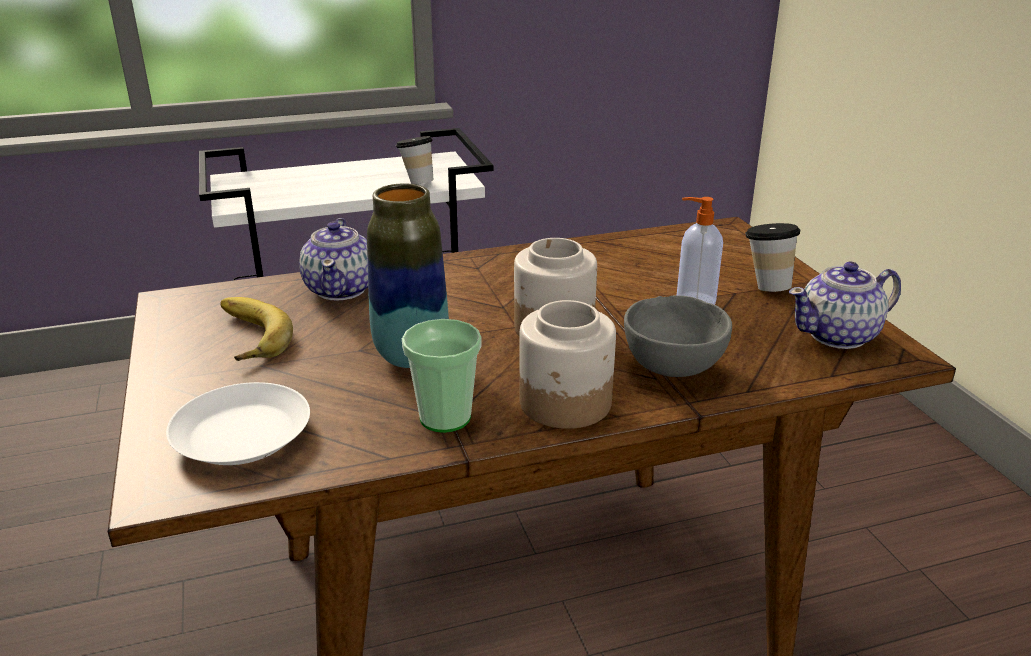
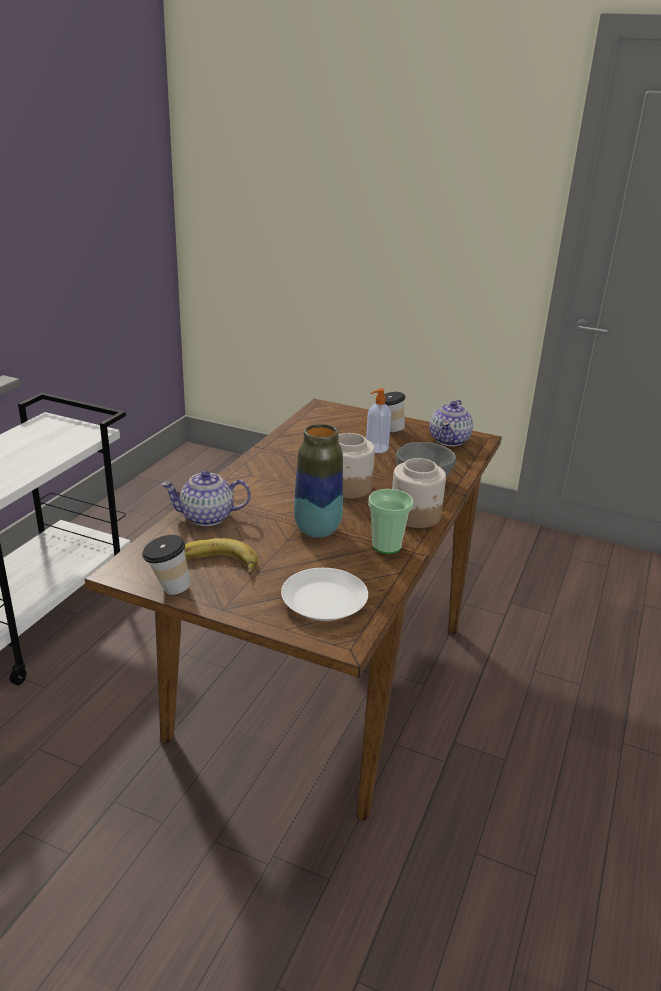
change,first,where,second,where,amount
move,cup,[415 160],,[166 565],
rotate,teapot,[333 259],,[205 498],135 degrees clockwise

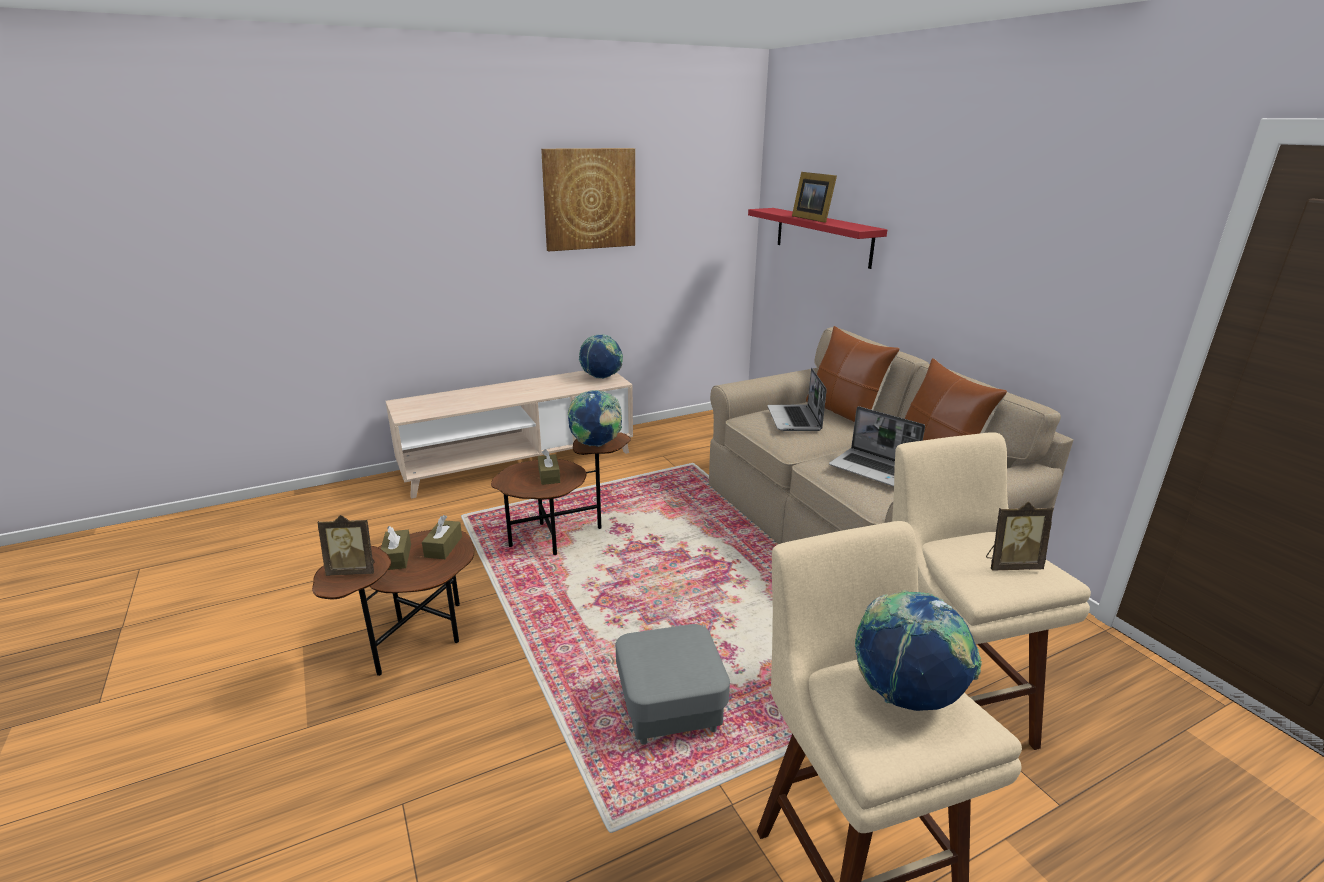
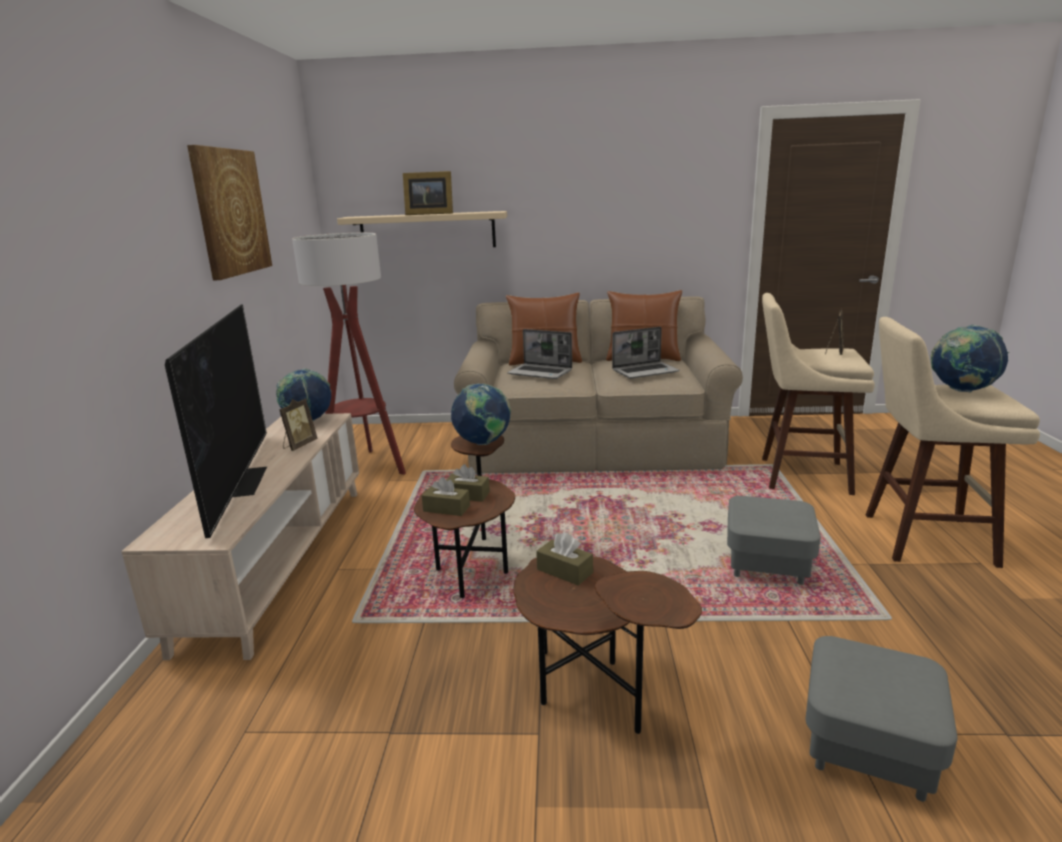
change,first,where,second,where,amount
recolor,shelf/red,[817 238],shelf/beige,[422 229],
move,picture frame,[346 545],,[298 425],
move,tissue box/brown,[396 548],,[446 496],
insert,,,floor lamp,[349 354],
insert,,,television,[216 421],
insert,,,ottoman/grey,[882 719],

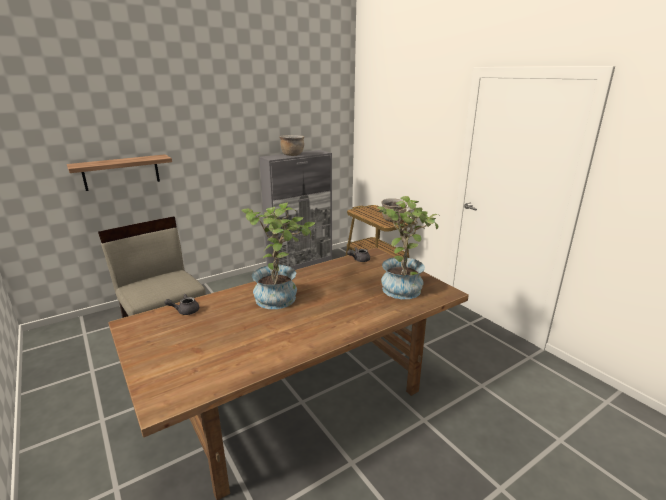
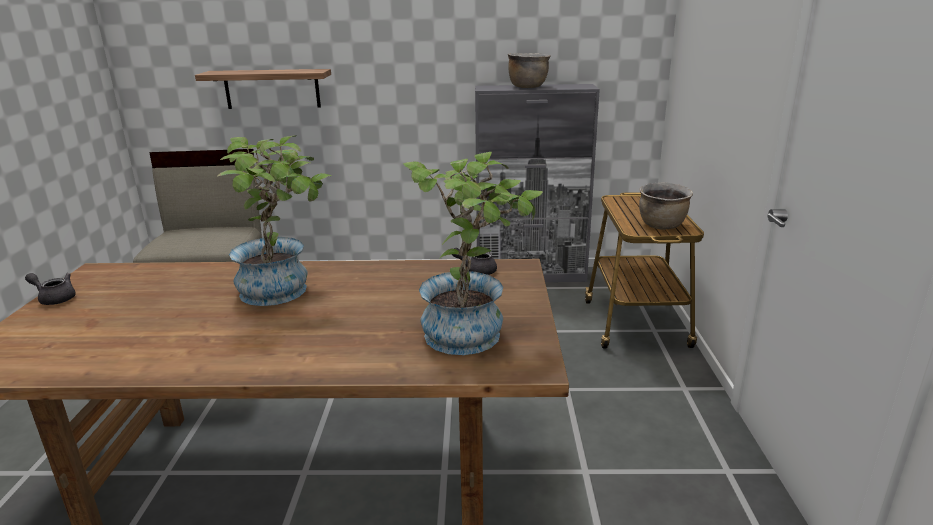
change,first,where,second,where,amount
move,teapot/grey,[181 304],,[50 289],

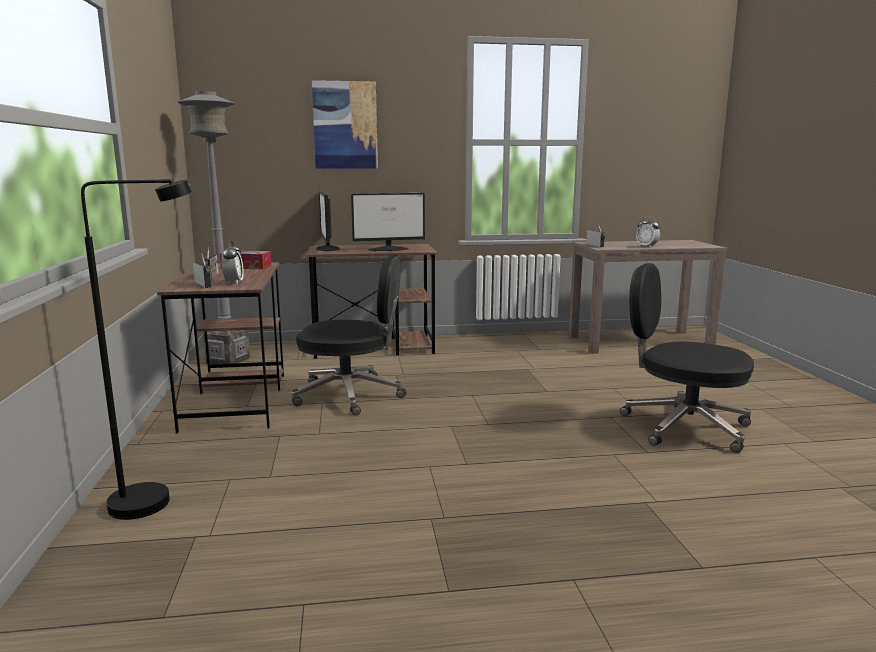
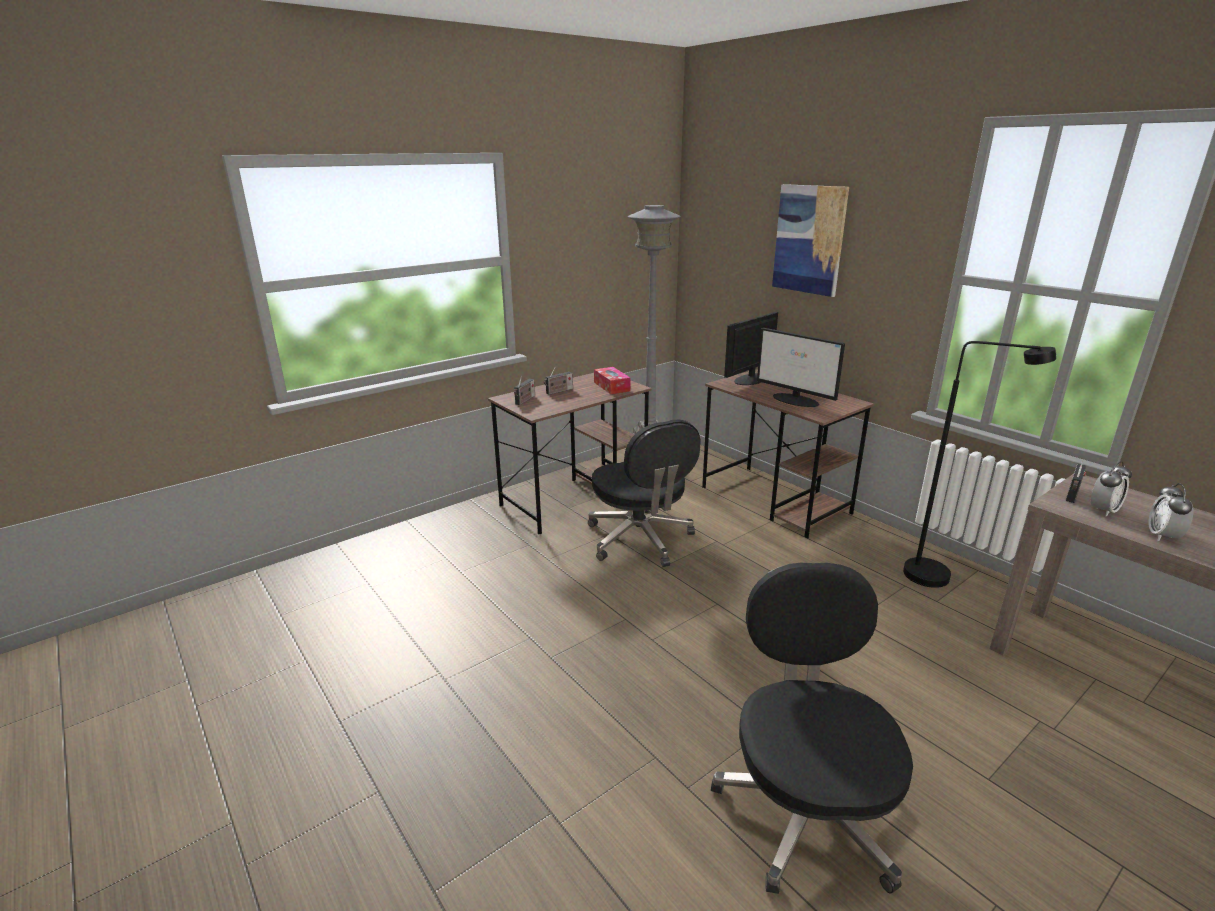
change,first,where,second,where,amount
move,floor lamp/black,[136 349],,[979 464],
move,alarm clock,[232 262],,[1111 489],

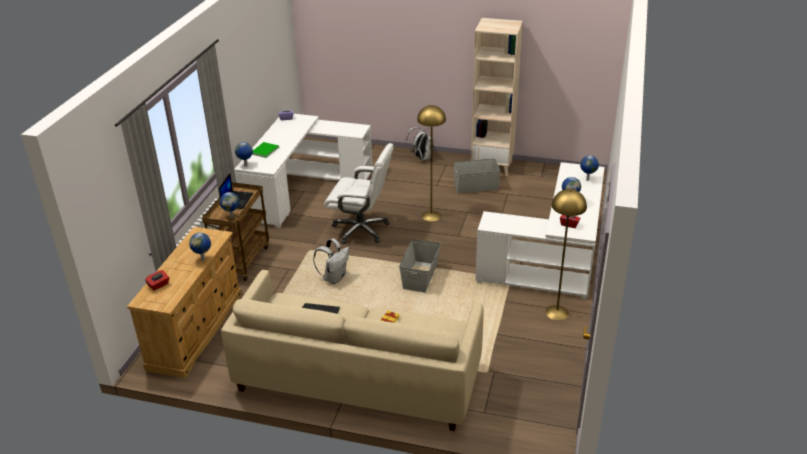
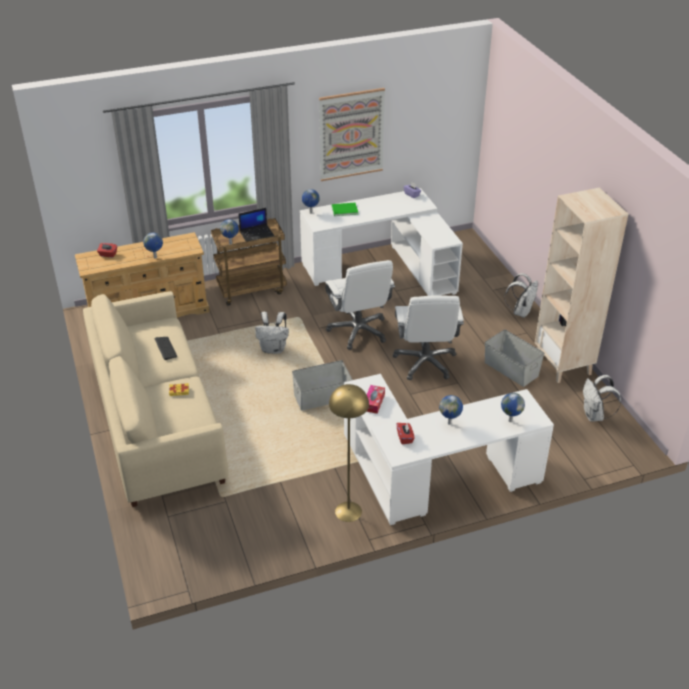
change,first,where,second,where,amount
replace,floor lamp/yellow,[431 163],office chair/white,[428 337],
insert,,,picture,[352 134],
insert,,,backpack/white,[602 398],
insert,,,tissue box,[375 399],

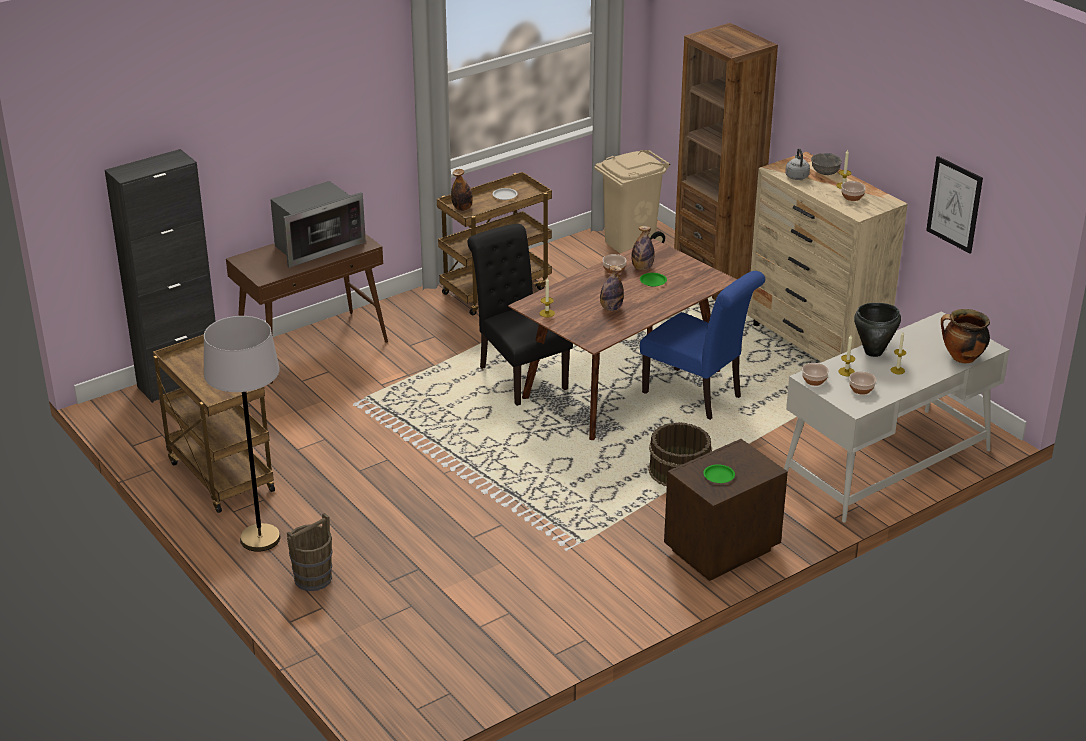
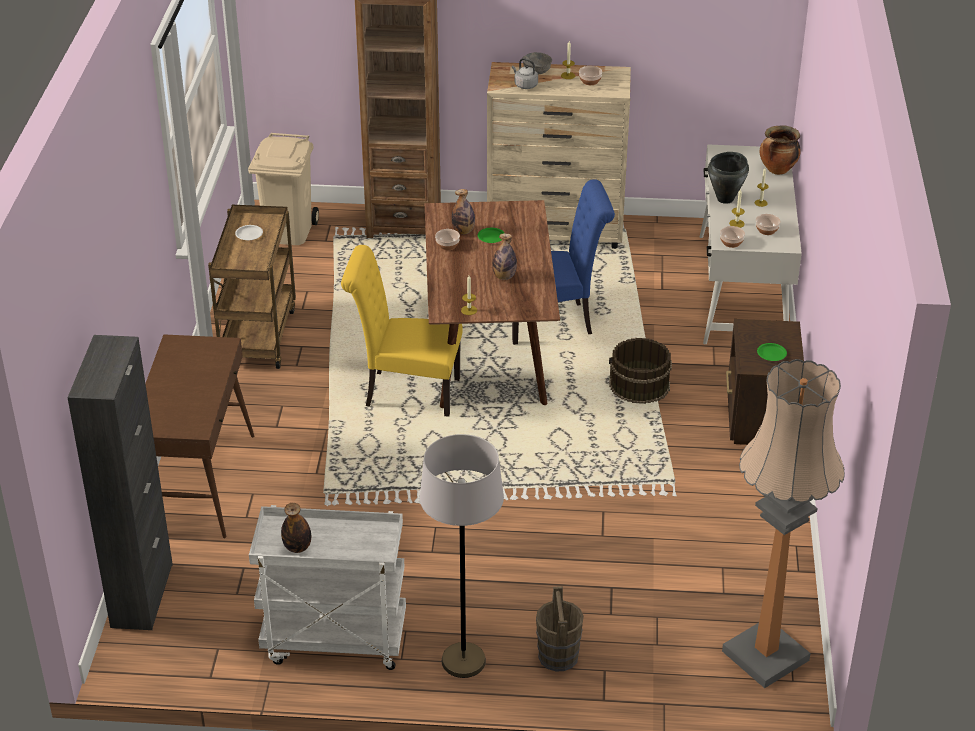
change,first,where,second,where,amount
delete,picture,[954 205],,,
move,bottle,[462 190],,[296 528],
delete,microwave,[318 224],,,
recolor,chair/black,[520 315],chair/yellow,[402 331],
recolor,cart/brown,[214 424],cart/white,[327 587],
insert,,,floor lamp,[783 523],

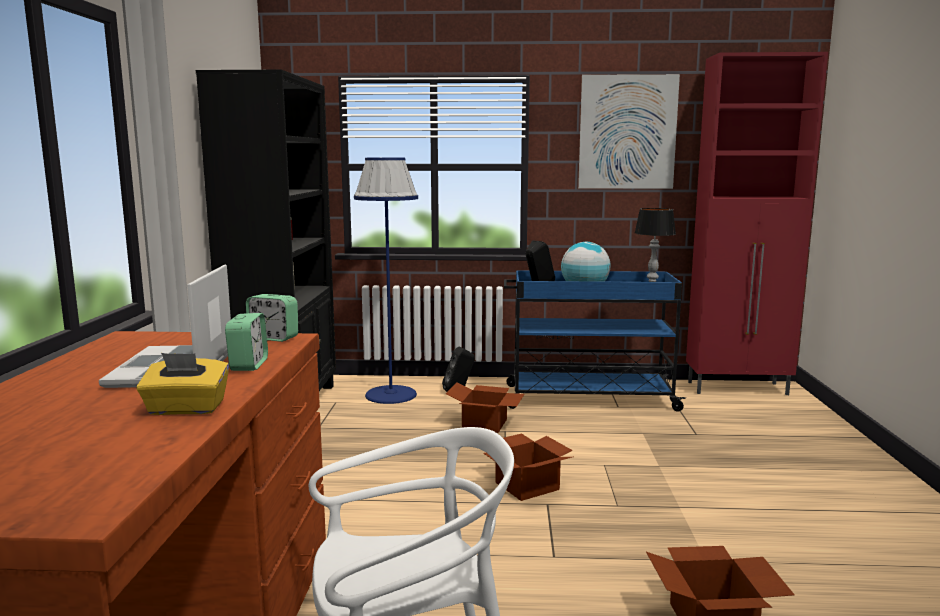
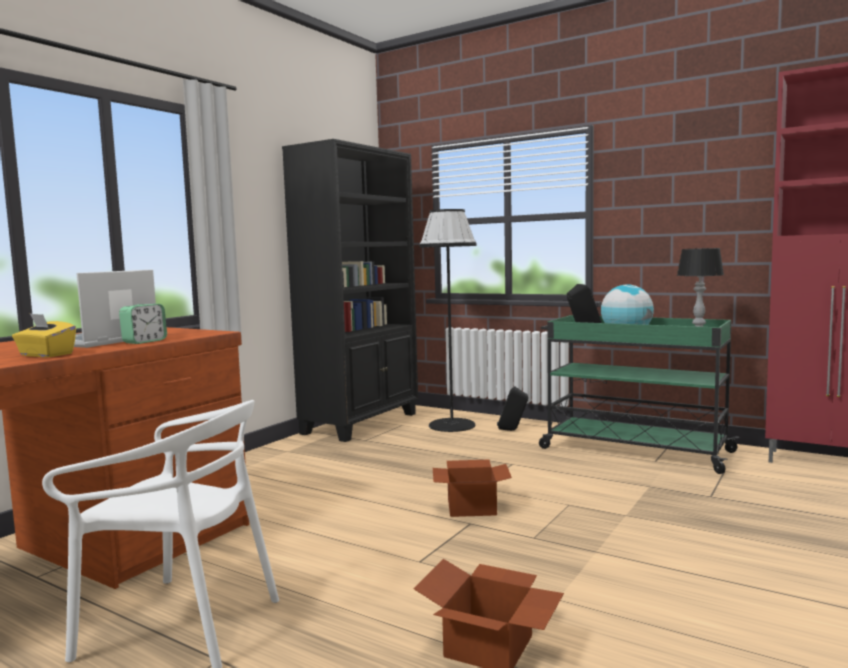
change,first,where,second,where,amount
delete,picture,[629 131],,,
recolor,floor lamp/blue,[386 281],floor lamp/black,[447 320],
recolor,cart/blue,[595 341],cart/green,[639 394],
delete,alarm clock,[272 318],,,
delete,cardboard box,[485 407],,,

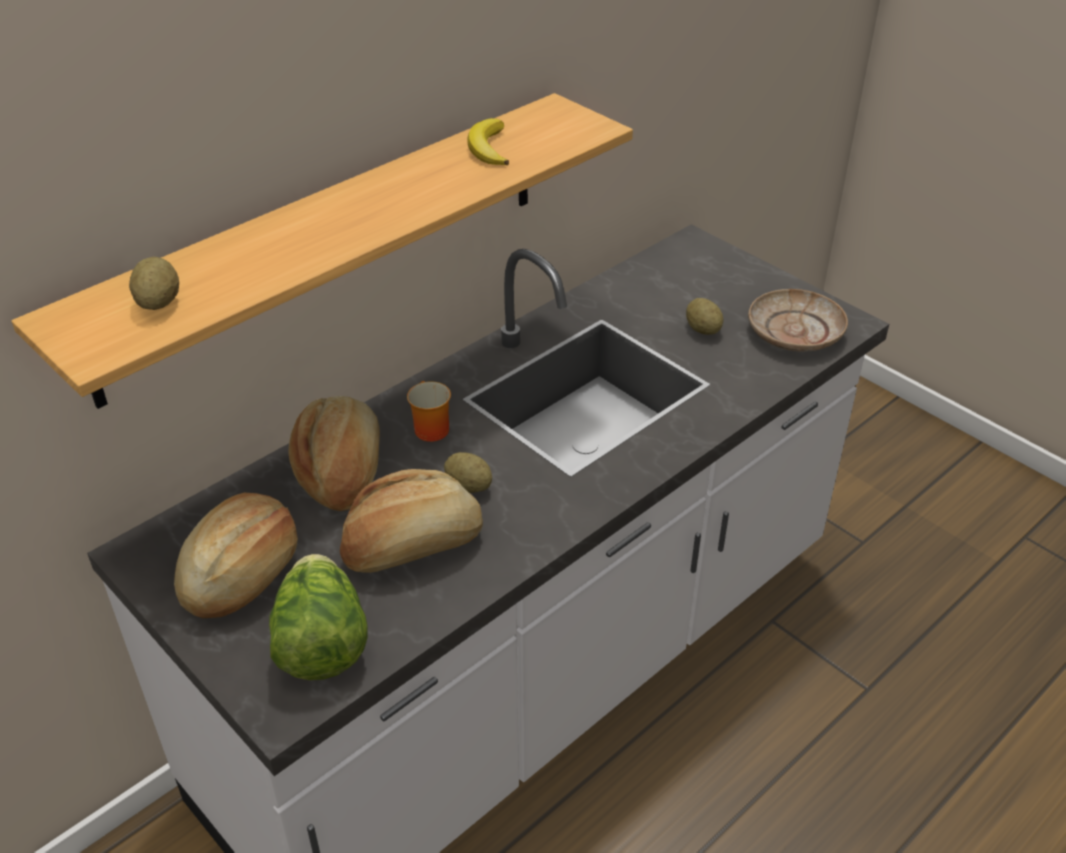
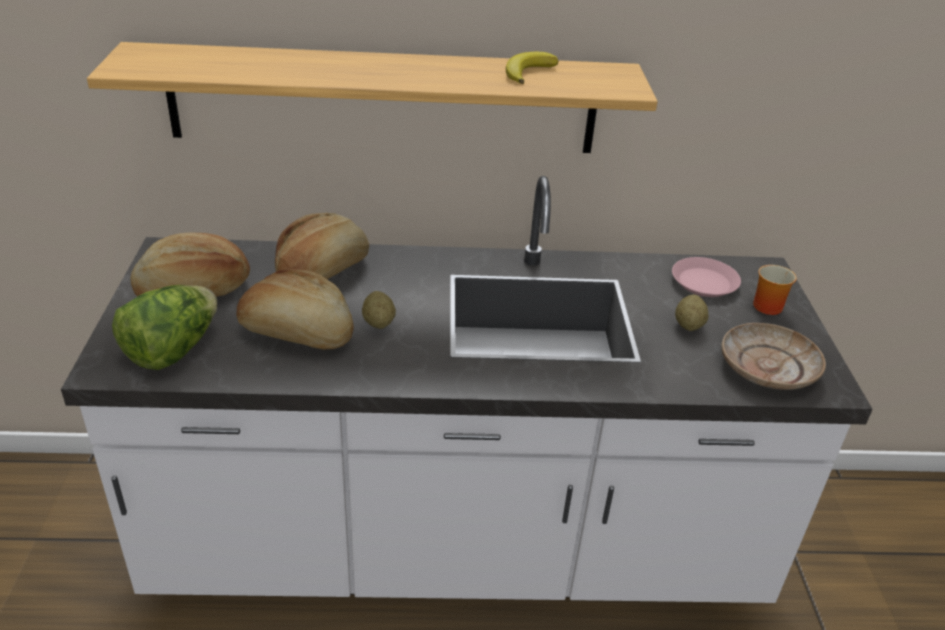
change,first,where,second,where,amount
delete,potato,[154 283],,,
move,mug,[429 411],,[775 290],
insert,,,plate/pink,[706 277],

